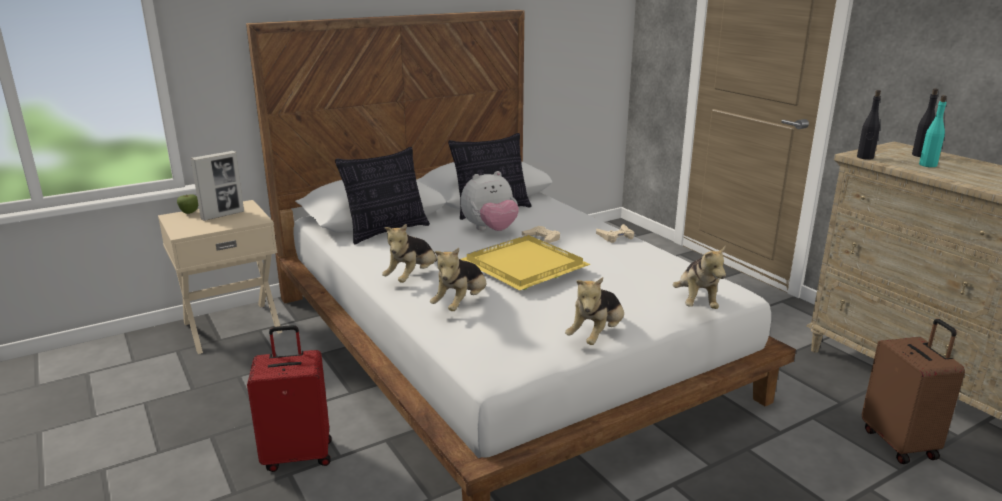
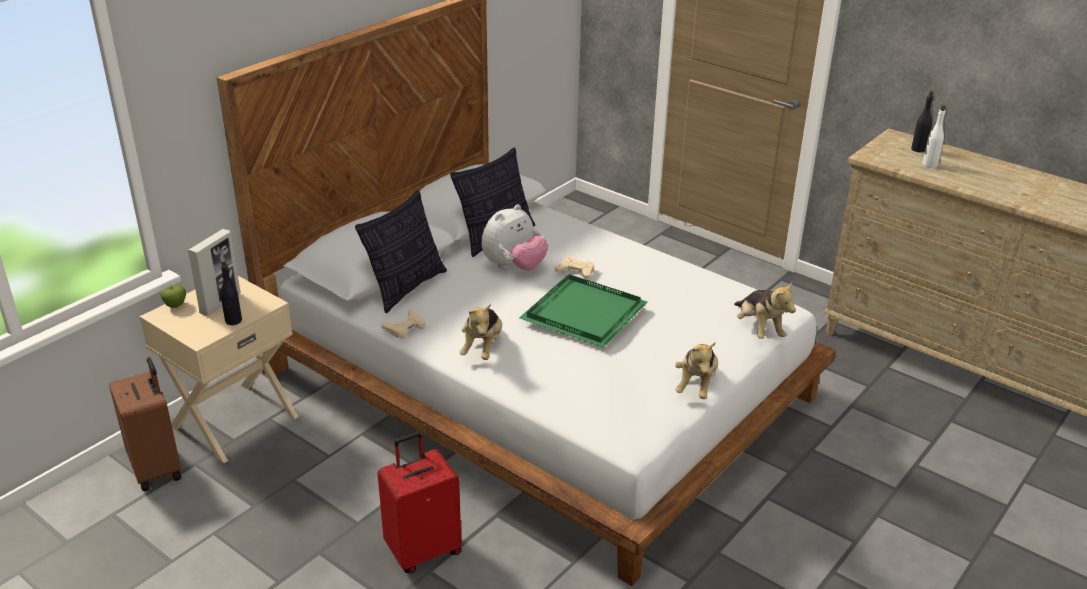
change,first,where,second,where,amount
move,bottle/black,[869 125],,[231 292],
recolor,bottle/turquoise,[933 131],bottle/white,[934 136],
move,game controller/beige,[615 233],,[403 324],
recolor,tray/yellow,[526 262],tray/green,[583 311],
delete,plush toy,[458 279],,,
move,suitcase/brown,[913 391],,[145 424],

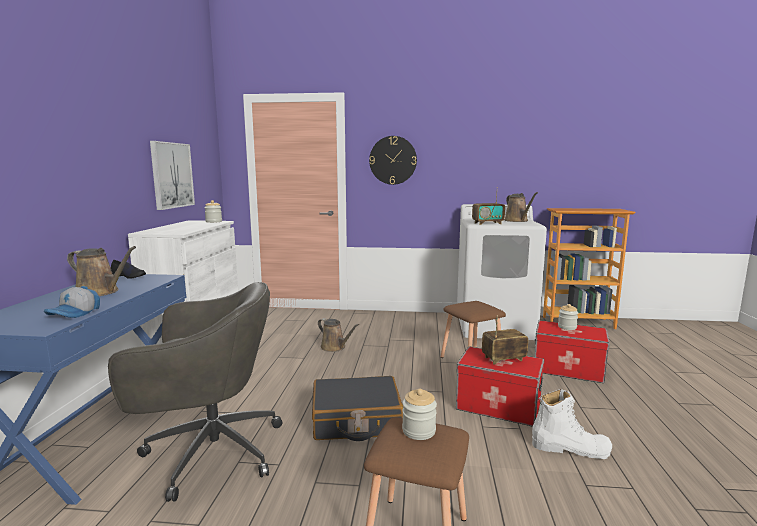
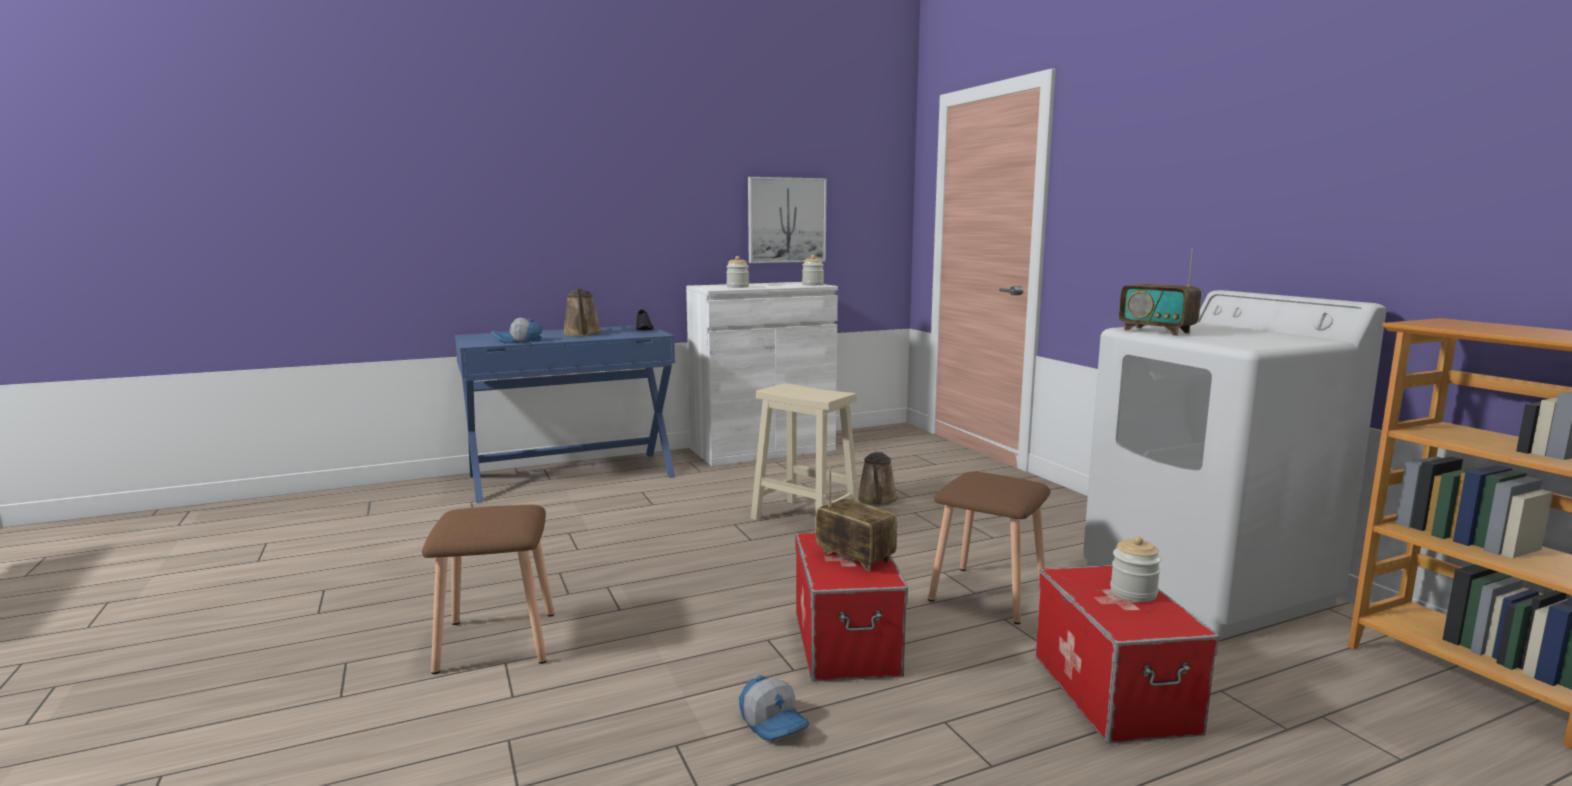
change,first,where,second,where,amount
delete,wall clock,[393 160],,,
delete,watering can/brown,[521 207],,,
delete,office chair/grey,[195 392],,,
delete,suitcase/black,[357 408],,,
move,jar,[419 414],,[737 272],
replace,boot/white,[572 424],cap,[774 708],
insert,,,stool/beige,[805 457],

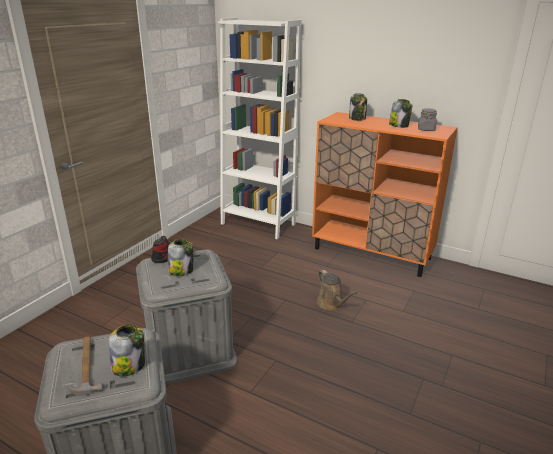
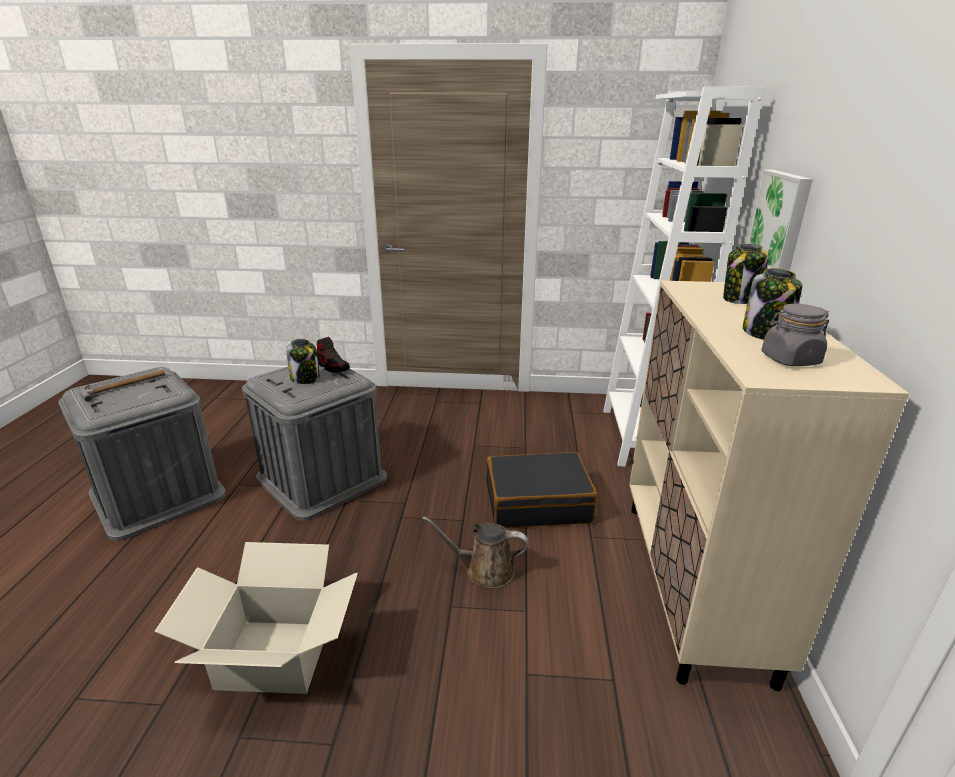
change,first,where,second,where,amount
recolor,cabinet/orange,[385 194],cabinet/beige,[769 486],
rotate,watering can/brown,[337 290],,[475 552],60 degrees clockwise
delete,jar,[127 350],,,
insert,,,picture,[780 220],
insert,,,suitcase/black,[541 490],
insert,,,cardboard box,[256 618],

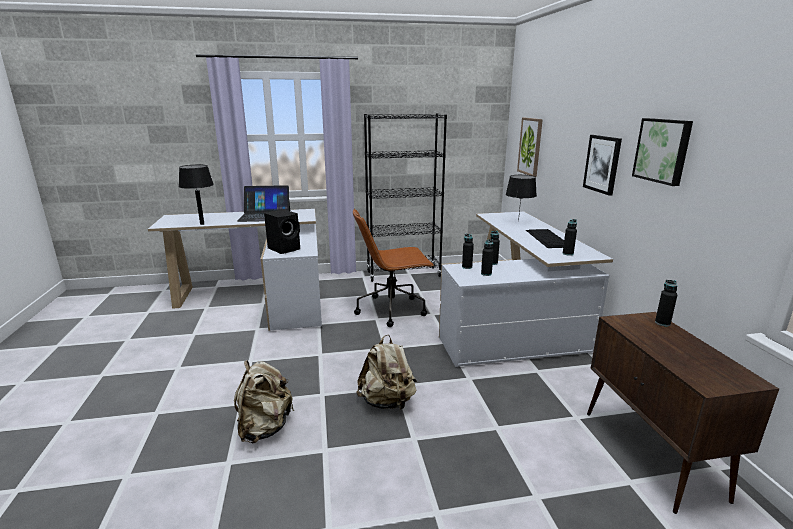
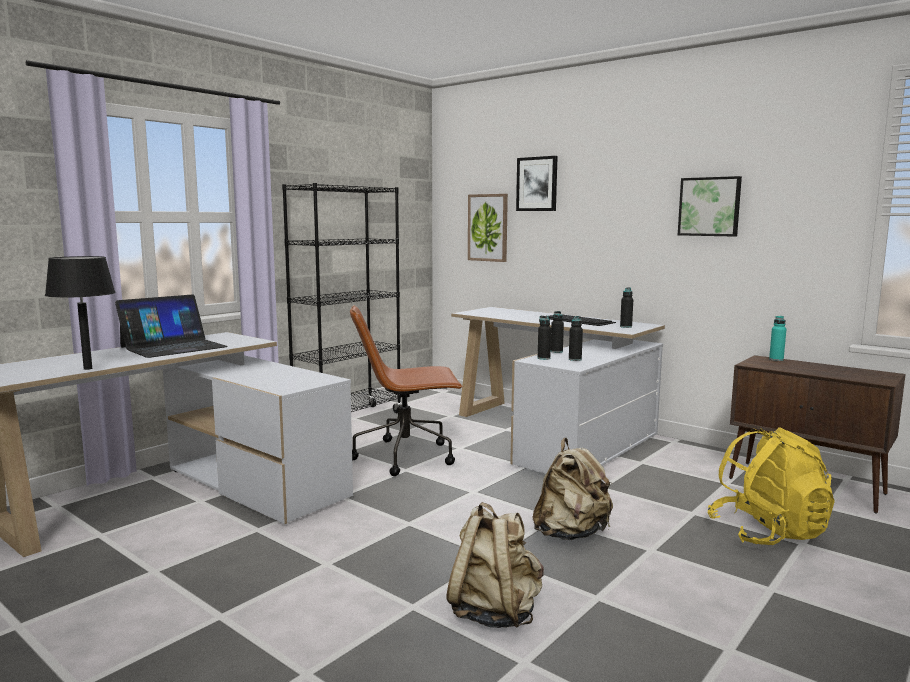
change,first,where,second,where,amount
move,picture,[602 165],,[537 183],
delete,table lamp/black,[521 198],,,
rotate,office chair/brown,[393 267],,[406 390],45 degrees clockwise
delete,speaker/black,[282 231],,,
recolor,bottle/black,[666 303],bottle/turquoise,[777 338],
insert,,,backpack/yellow,[771 486],

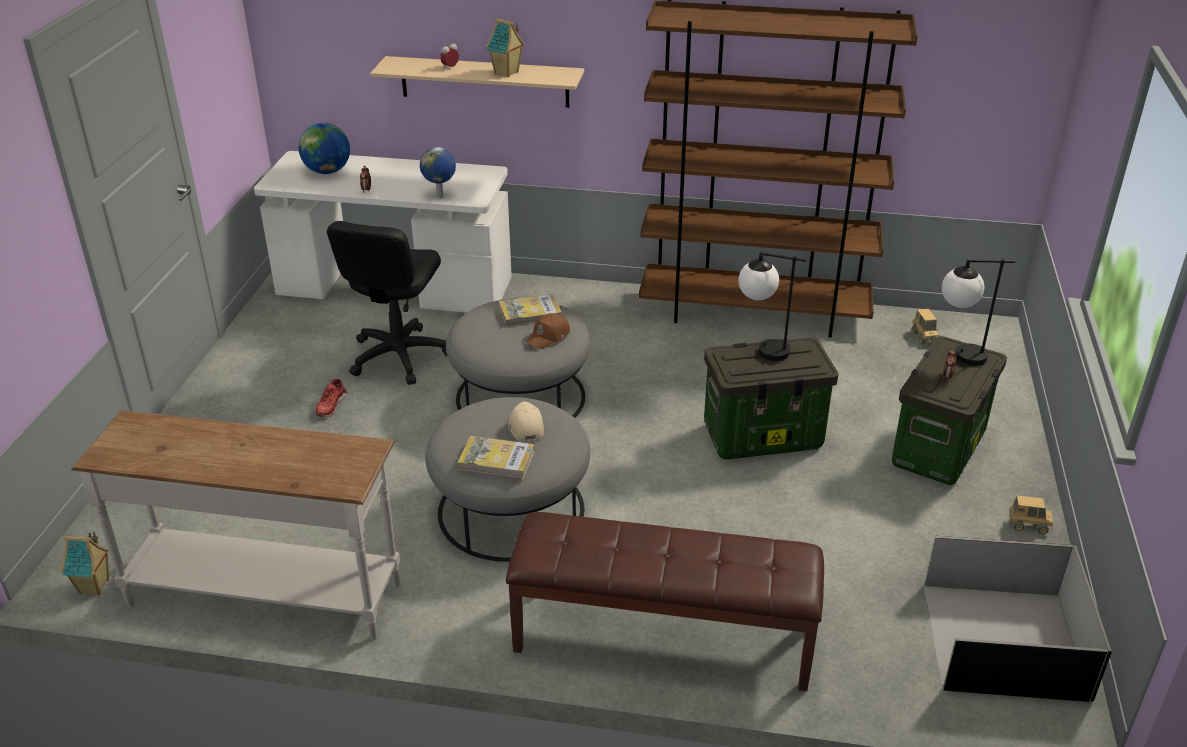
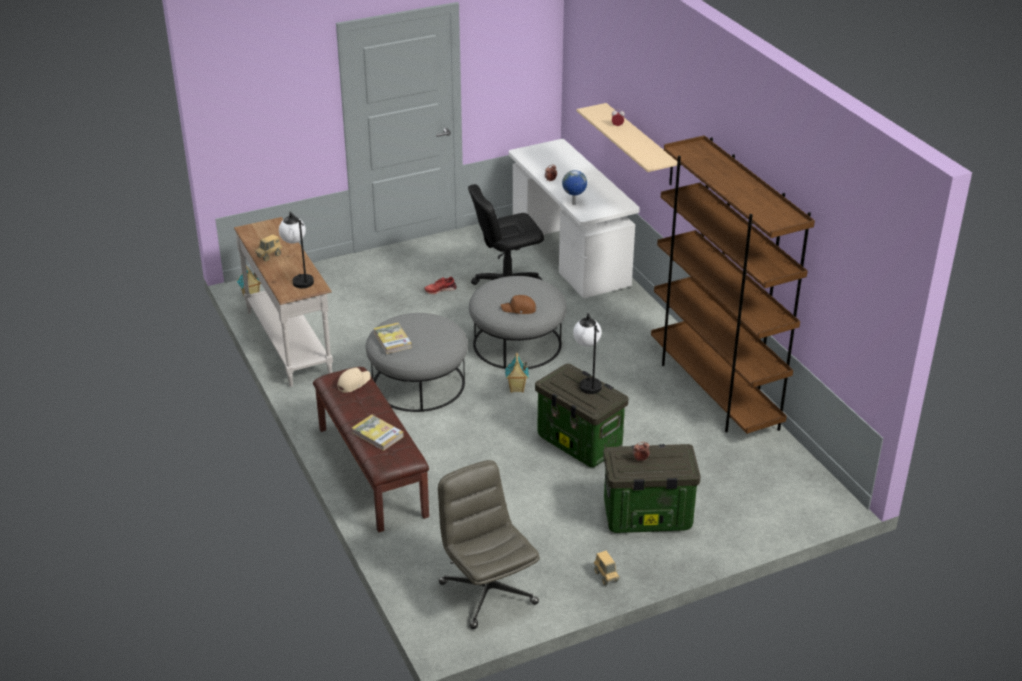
change,first,where,second,where,amount
move,toy house,[505 48],,[517 373],
delete,globe,[324 148],,,
move,table lamp,[978 312],,[296 249],
move,book,[530 310],,[378 432],
move,toy truck,[925 326],,[268 247],
move,cap/beige,[526 422],,[354 380],
replace,storage box/black,[1018 619],office chair/grey,[489 544],

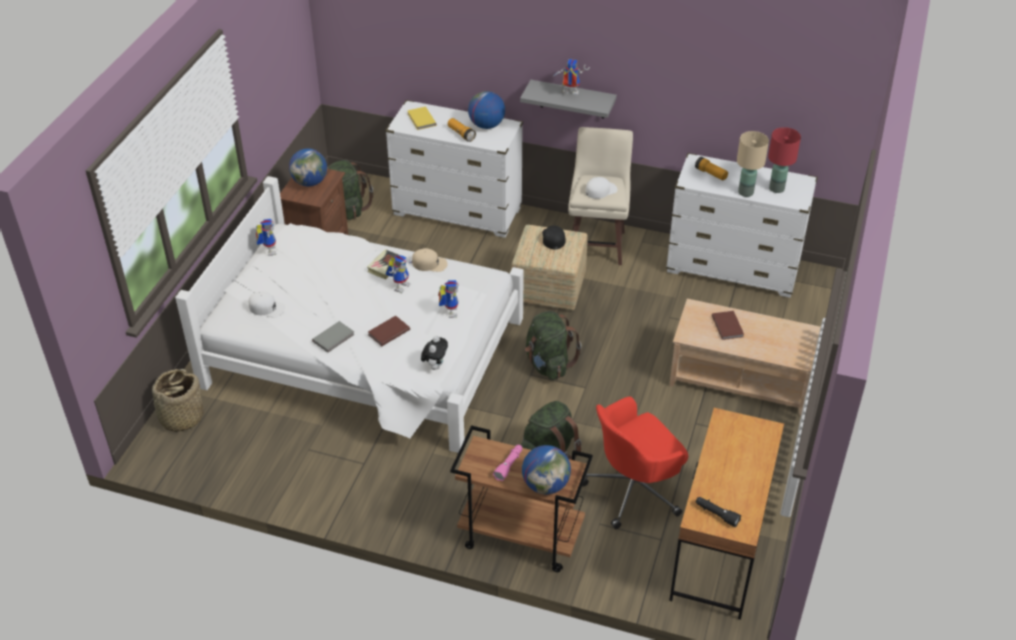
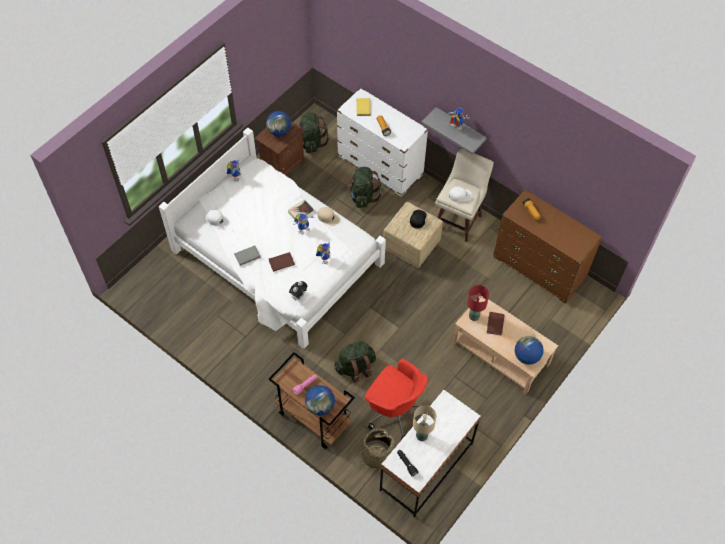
change,first,where,second,where,amount
move,globe,[486 110],,[529 350],
move,table lamp/red,[784 160],,[478 303],
move,table lamp/beige,[753 164],,[424 423],
recolor,dresser/white,[742 225],dresser/brown,[548 246],
move,backpack/green,[553 345],,[364 187],
move,basket,[178 400],,[378 448],
rotate,office chair/red,[635 463],,[396 399],135 degrees counterclockwise
recolor,desk/brown,[726 514],desk/white,[430 454],

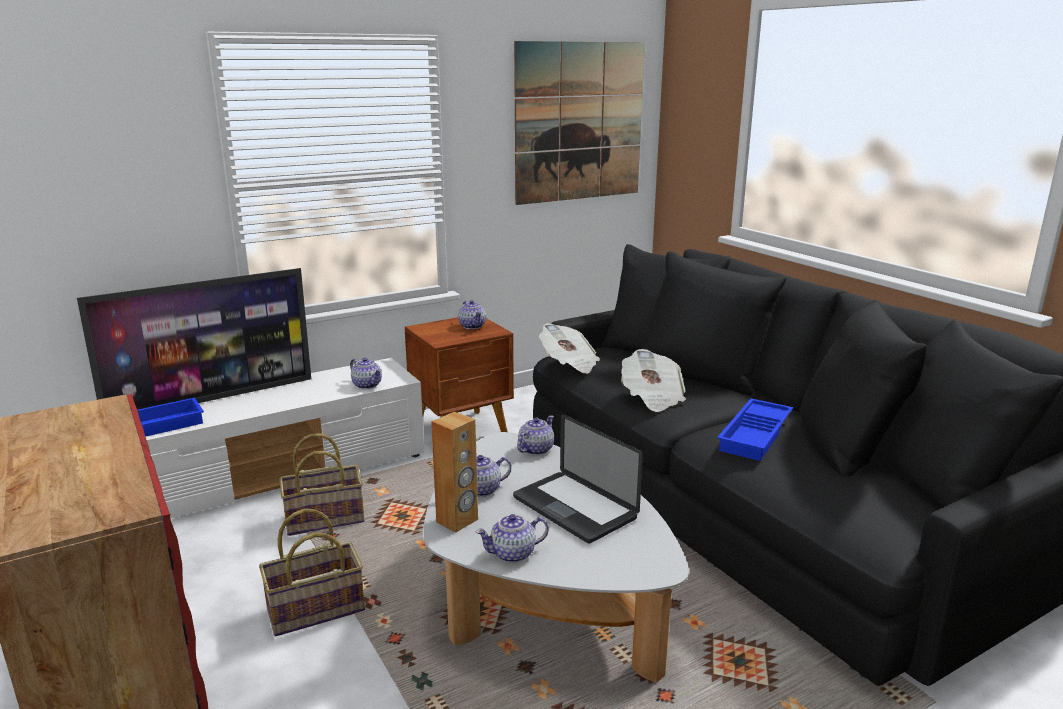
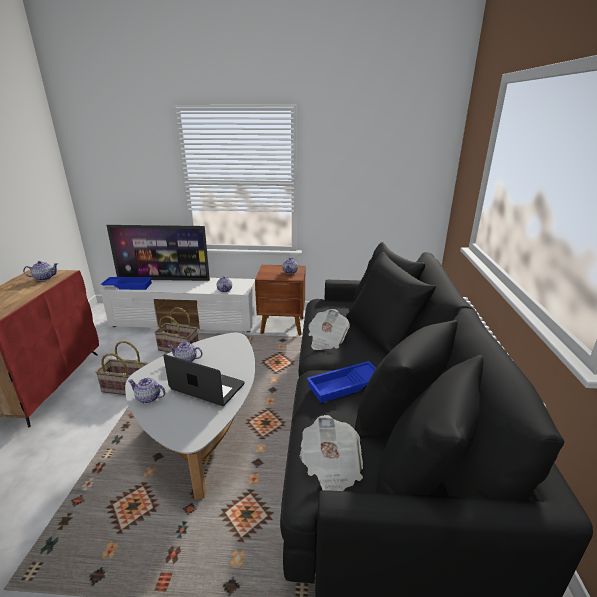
change,first,where,second,where,amount
delete,picture,[579 123],,,
move,newspaper,[569 348],,[331 453],
delete,speaker/brown,[454 472],,,
rotate,laptop,[578 478],,[203 380],120 degrees clockwise
move,teapot,[535 435],,[41 271],

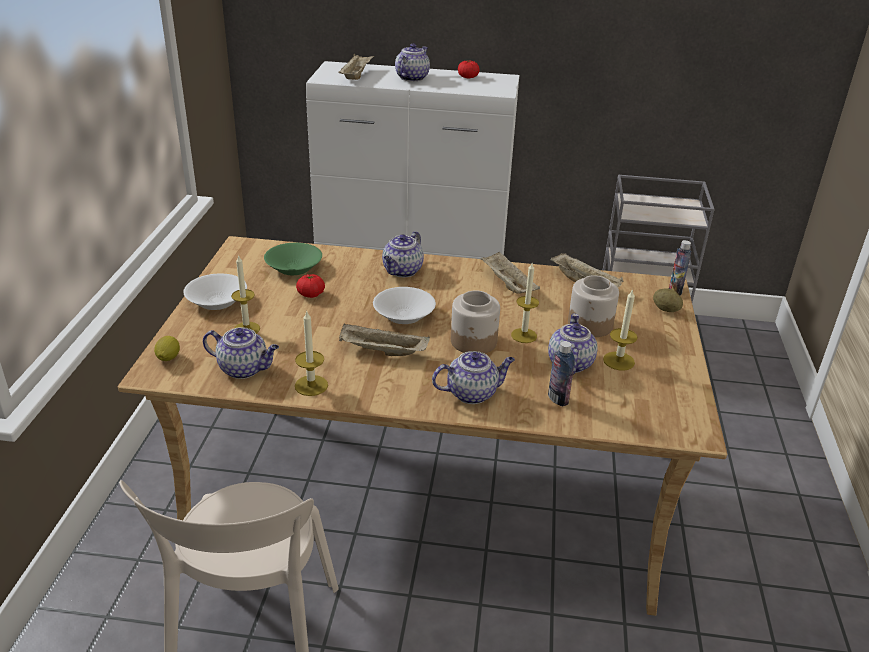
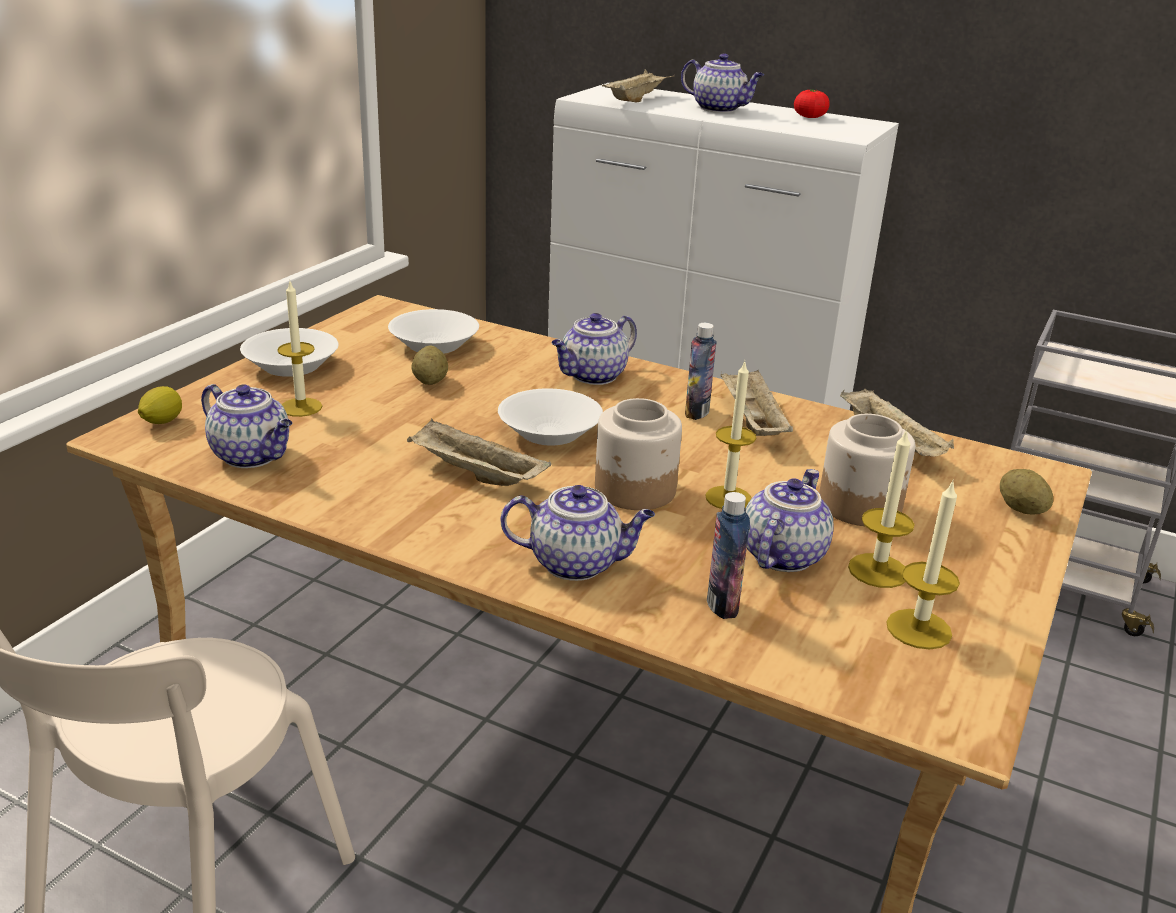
change,first,where,second,where,amount
rotate,teapot,[412 63],,[722 83],75 degrees clockwise
move,bottle,[680 268],,[700 371],
recolor,bowl/green,[293 259],bowl/white,[433 331],
replace,tomato,[310 286],potato,[429 365],
move,candle,[311 353],,[923 564],

